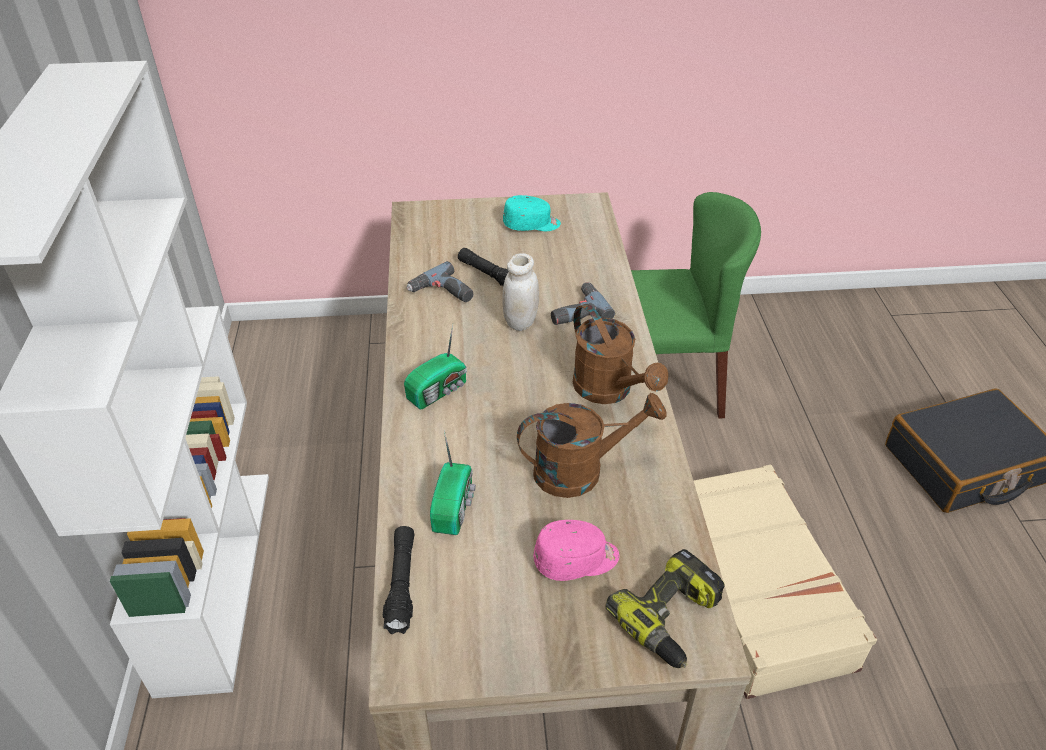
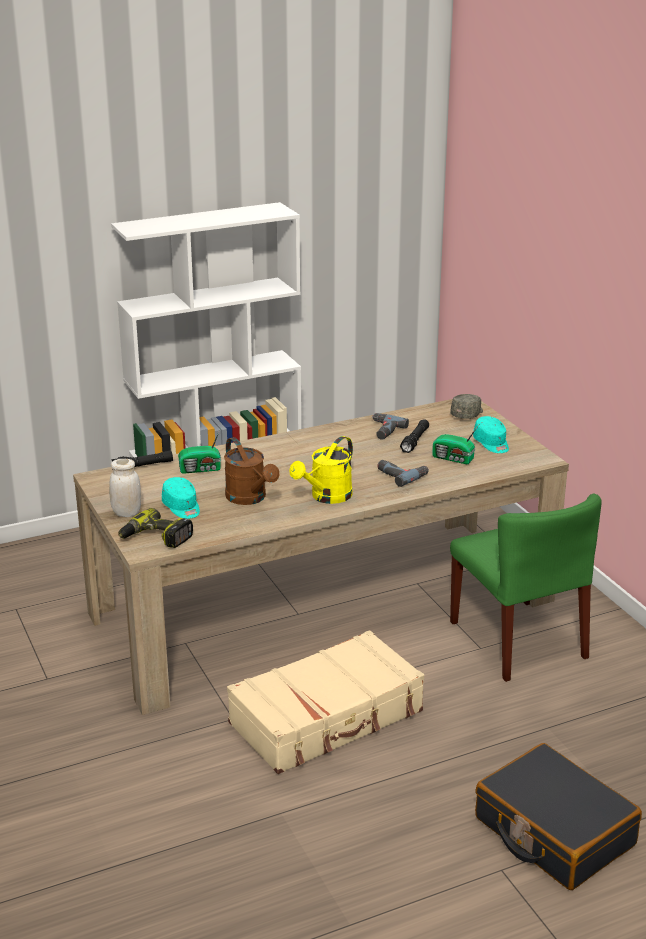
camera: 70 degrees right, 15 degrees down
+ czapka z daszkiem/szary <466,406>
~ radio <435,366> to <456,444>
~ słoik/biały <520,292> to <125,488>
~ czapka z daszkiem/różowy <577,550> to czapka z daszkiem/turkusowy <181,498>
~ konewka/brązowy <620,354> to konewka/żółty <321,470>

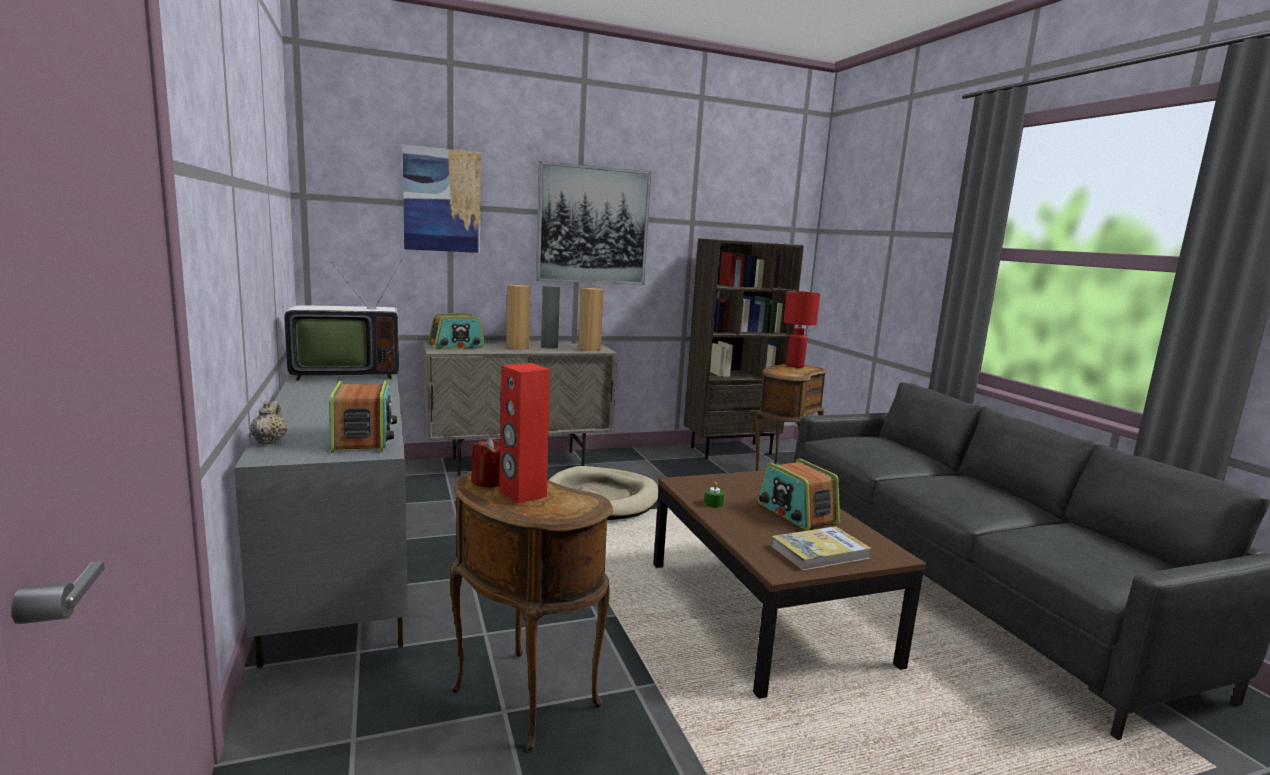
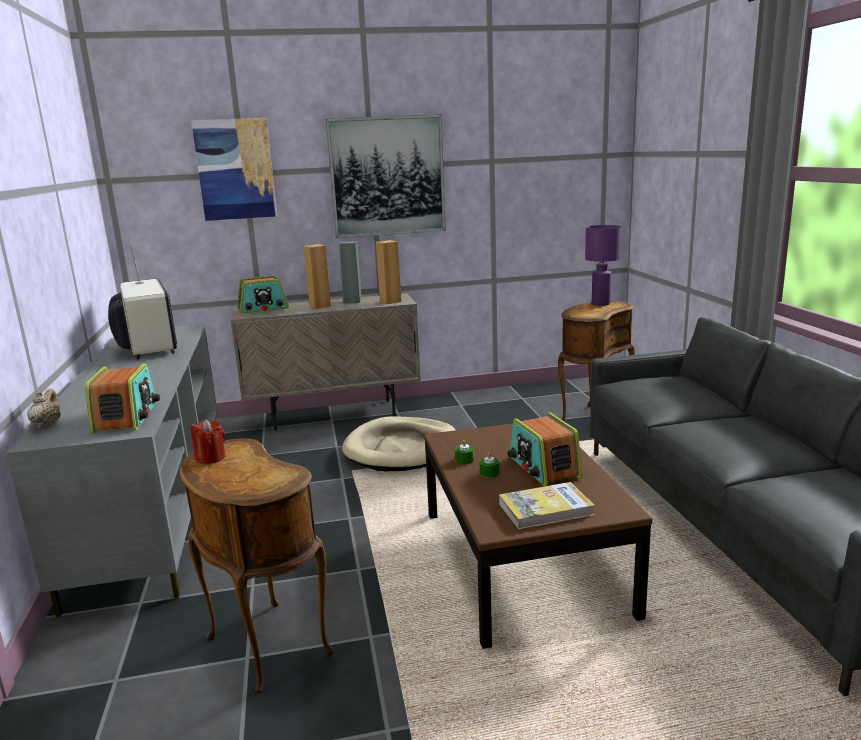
camera: 10 degrees right, 5 degrees up
- głośnik/czerwony <524,433>
- regał/brązowy <744,348>
+ świeca/zielony <490,465>
~ lampa stołowa/czerwony <802,329> to lampa stołowa/fioletowy <603,265>
~ telewizor <343,320> = <142,297> 105 degrees counterclockwise

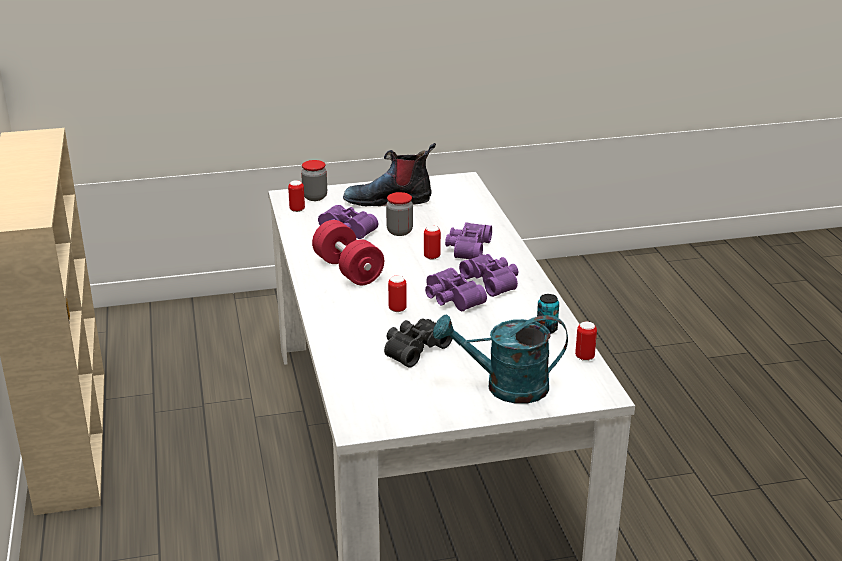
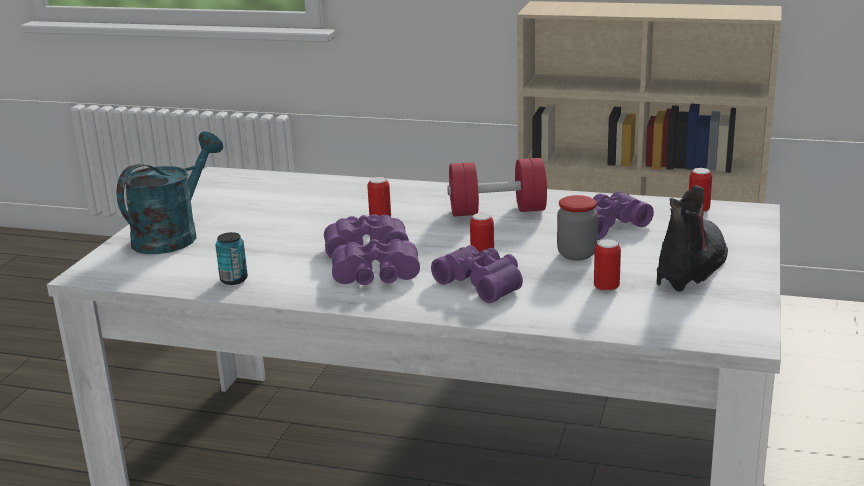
camera: 120 degrees right, 5 degrees down
- słoik <314,180>
- lornetka/czarny <418,343>
~ puszka <586,341> to <607,265>

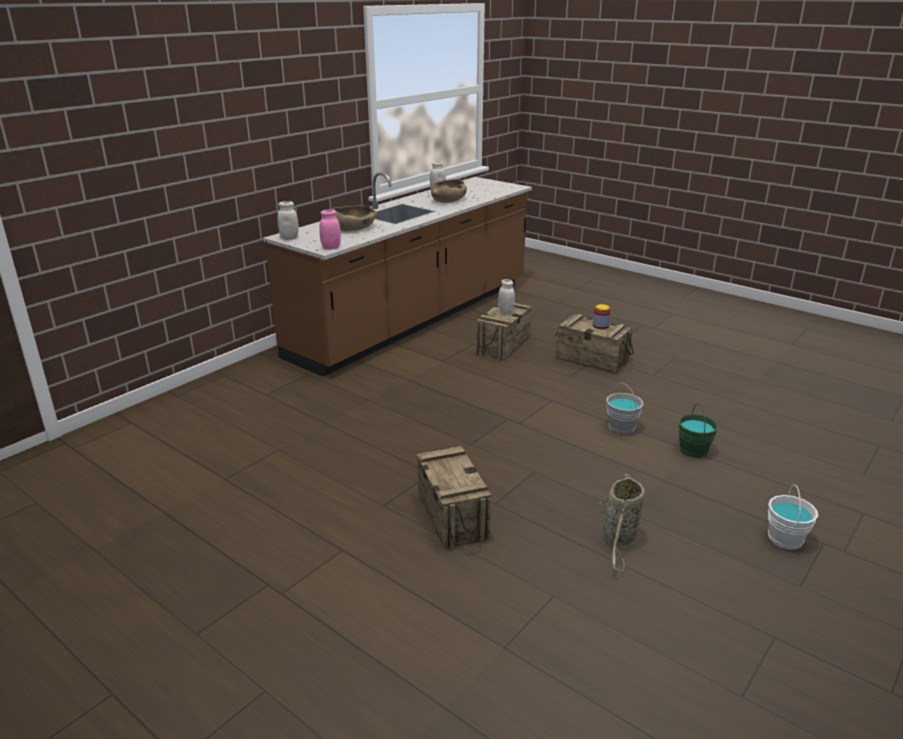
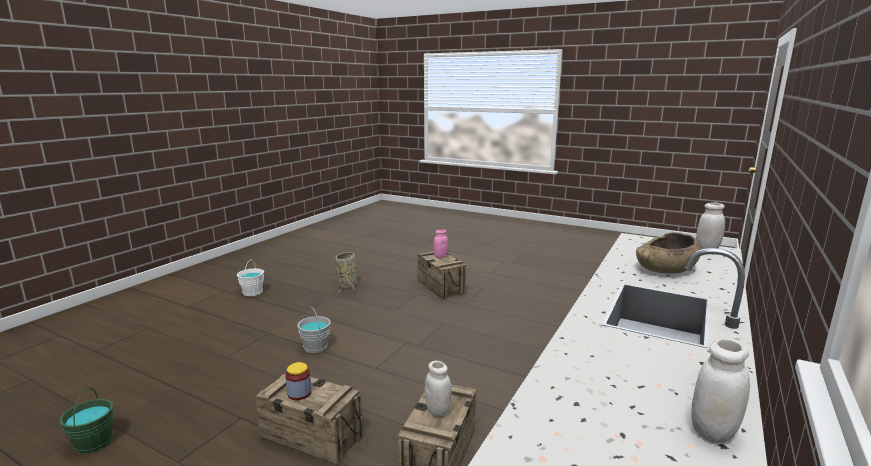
camera: 170 degrees right, 10 degrees down
- miska/brązowy <449,191>
~ słoik/różowy <330,229> to <440,243>
~ wiadro/zielony <698,430> to <86,421>

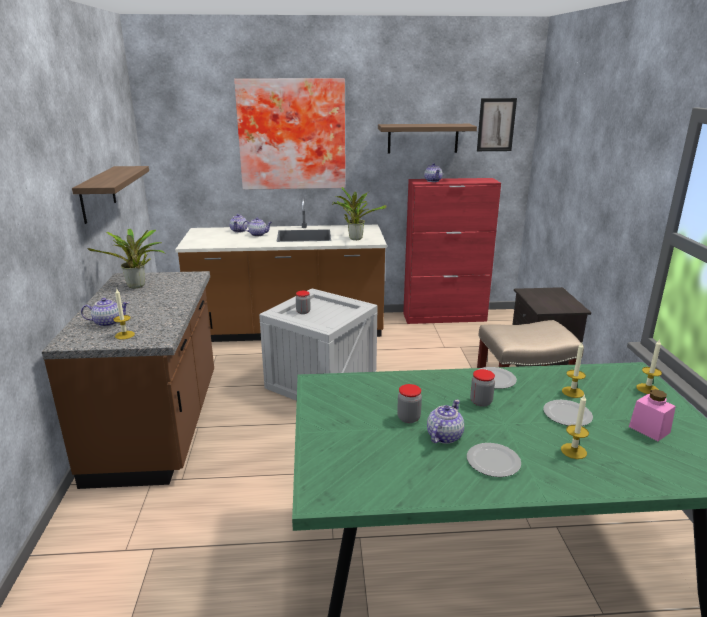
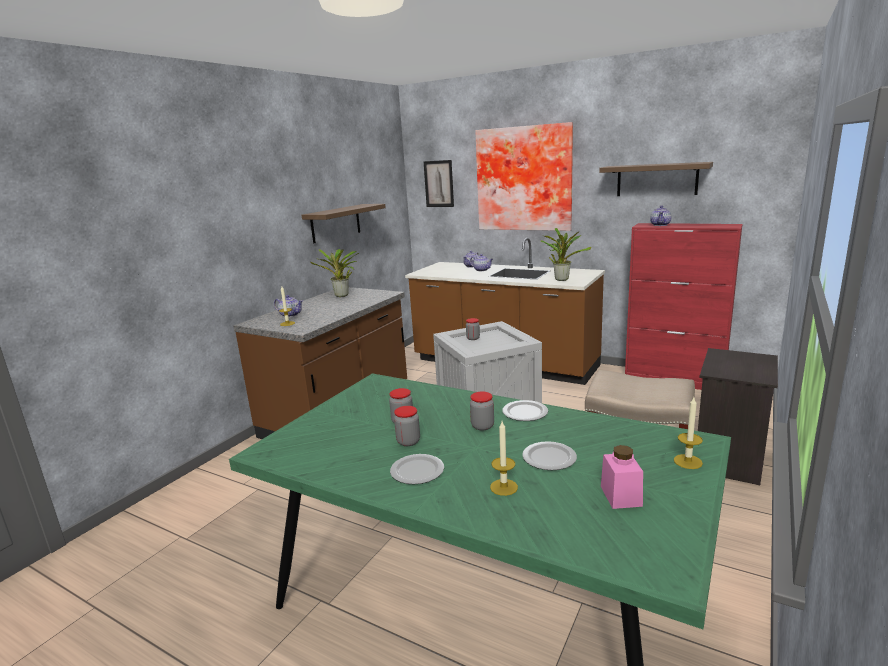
camera: 35 degrees right, 5 degrees down
- świeca <574,370>
~ obraz <497,124> to <438,183>
~ imbryk <445,422> to słoik <407,426>

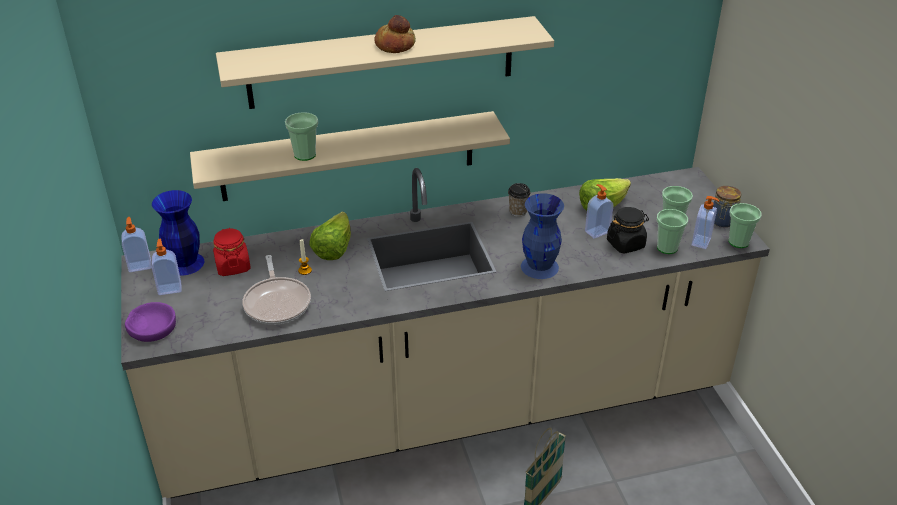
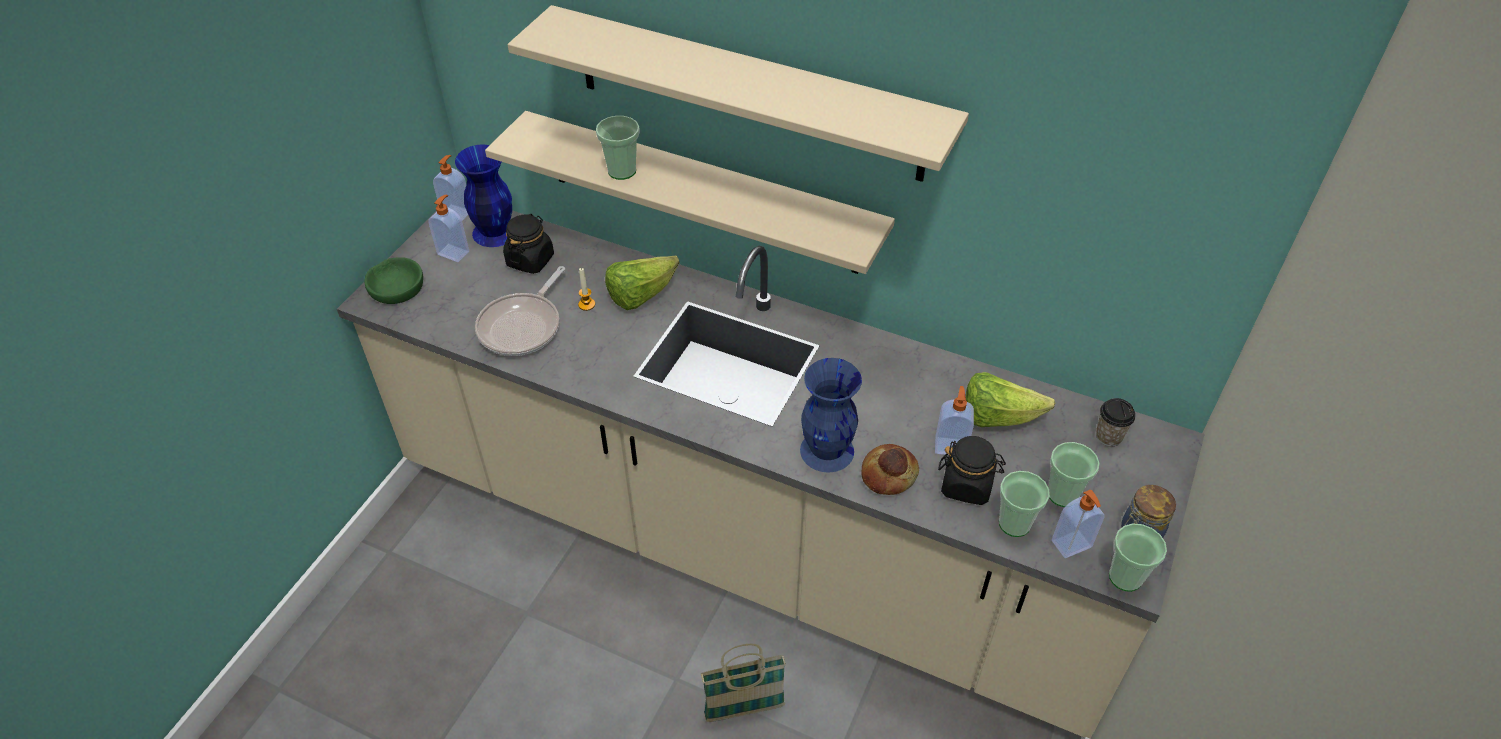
camera: 40 degrees right, 10 degrees up
~ chleb <395,34> to <890,469>
~ filiżanka <519,200> to <1115,422>
~ miska/fioletowy <150,322> to miska/zielony <393,280>
~ słoik/czerwony <232,252> to słoik/czarny <528,244>

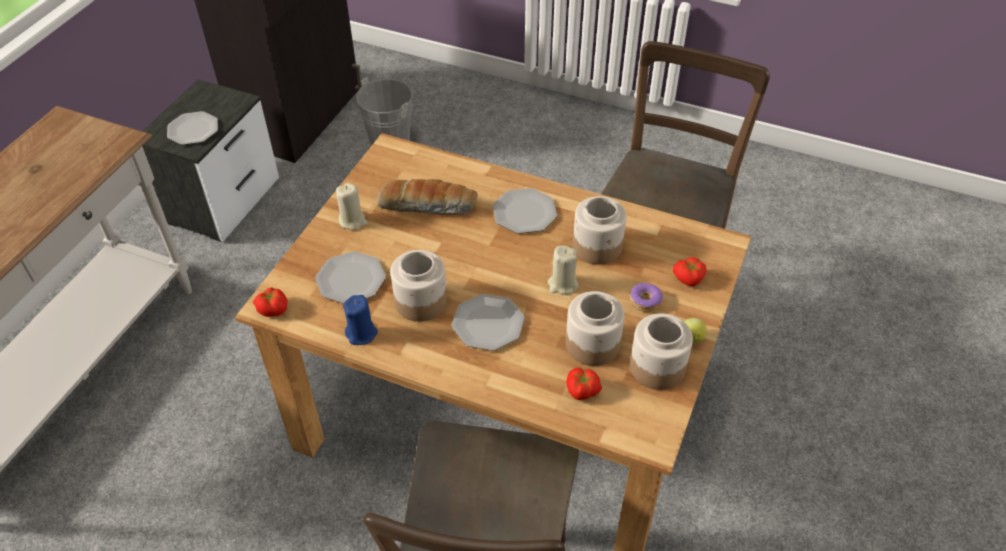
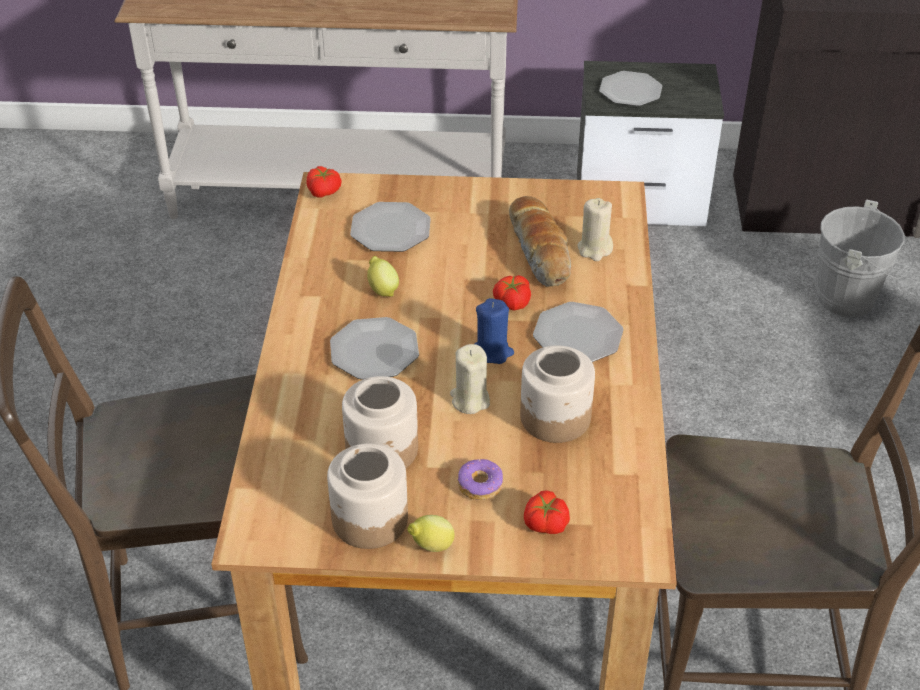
camera: 70 degrees right, 5 degrees down
~ świeca/beżowy <351,206> to <595,229>
~ świeca/niebieski <360,320> to <494,331>
~ pomidor <584,383> to <512,292>
~ słoik <419,286> to cytryna <383,276>

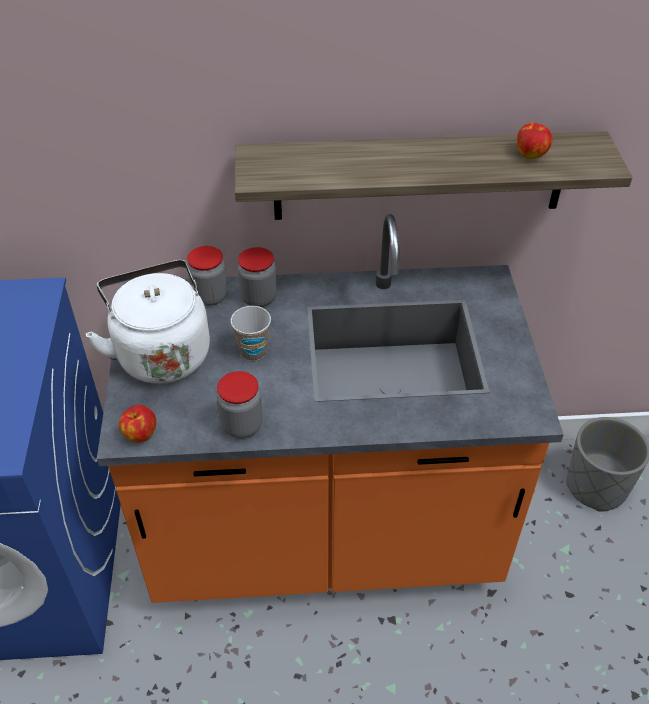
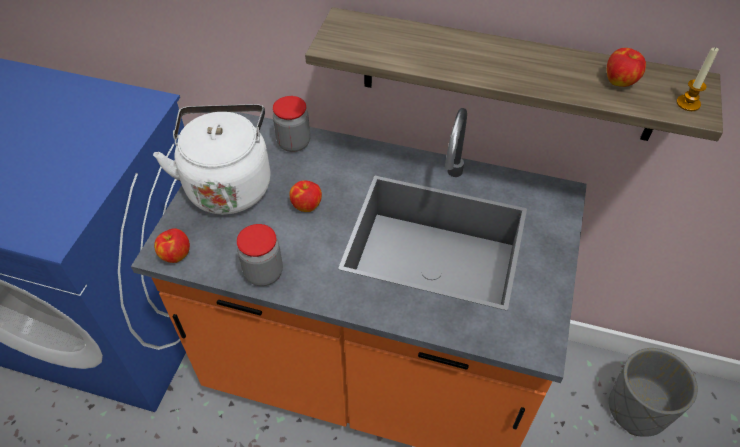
camera: 20 degrees right, 5 degrees up
- słoik <257,277>
+ świeca <697,79>
~ filiżanka <251,333> to jabłko <305,196>

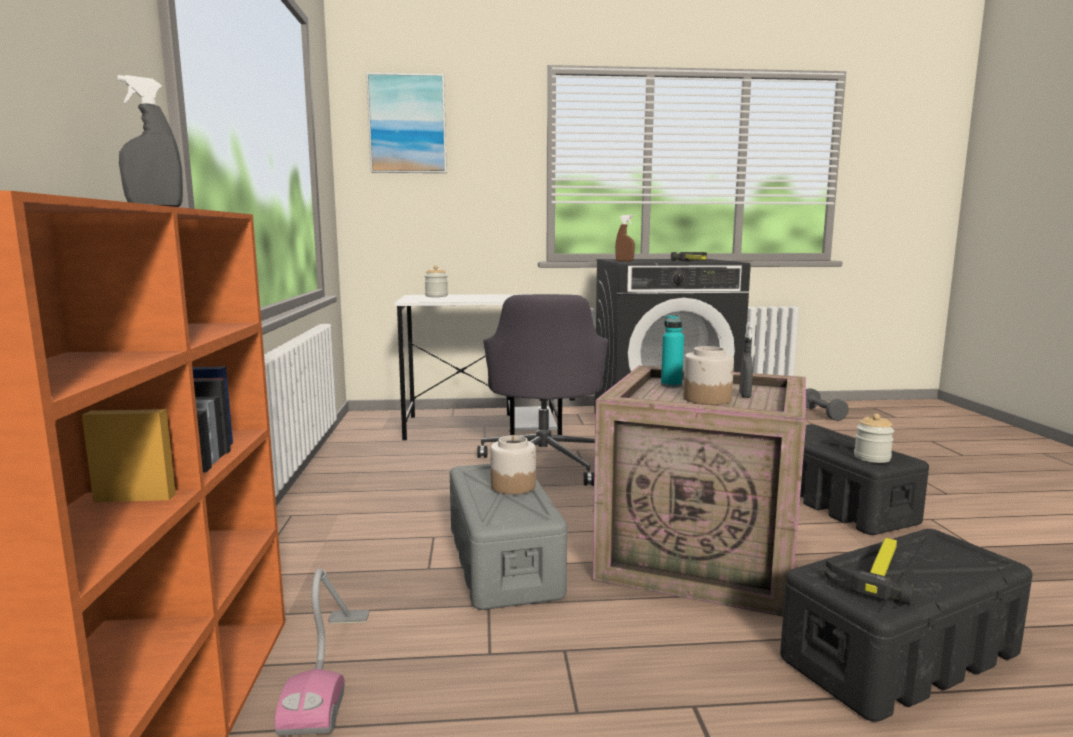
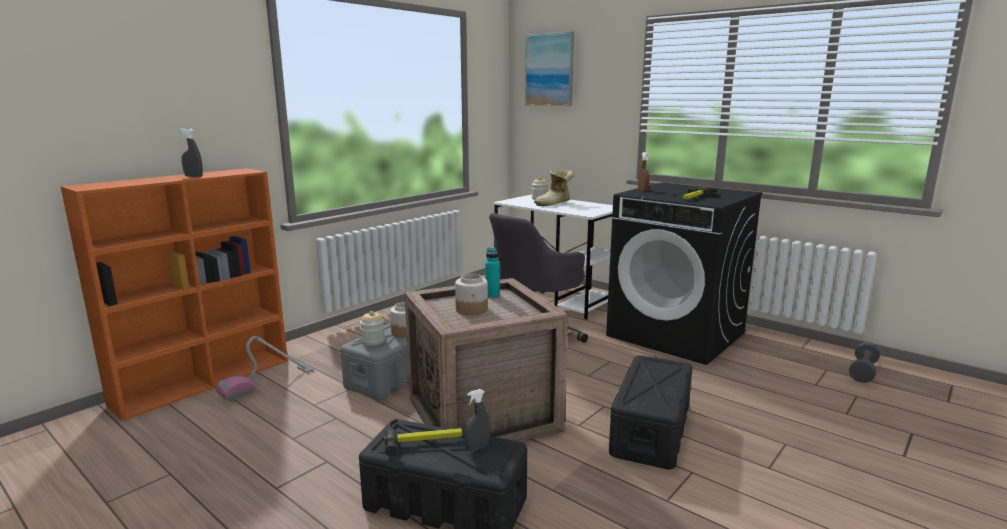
camera: 45 degrees right, 5 degrees up
+ but z cholewką <554,188>
~ spryskiwacz/szary <746,360> to <477,420>
~ słoik <874,438> to <372,328>

